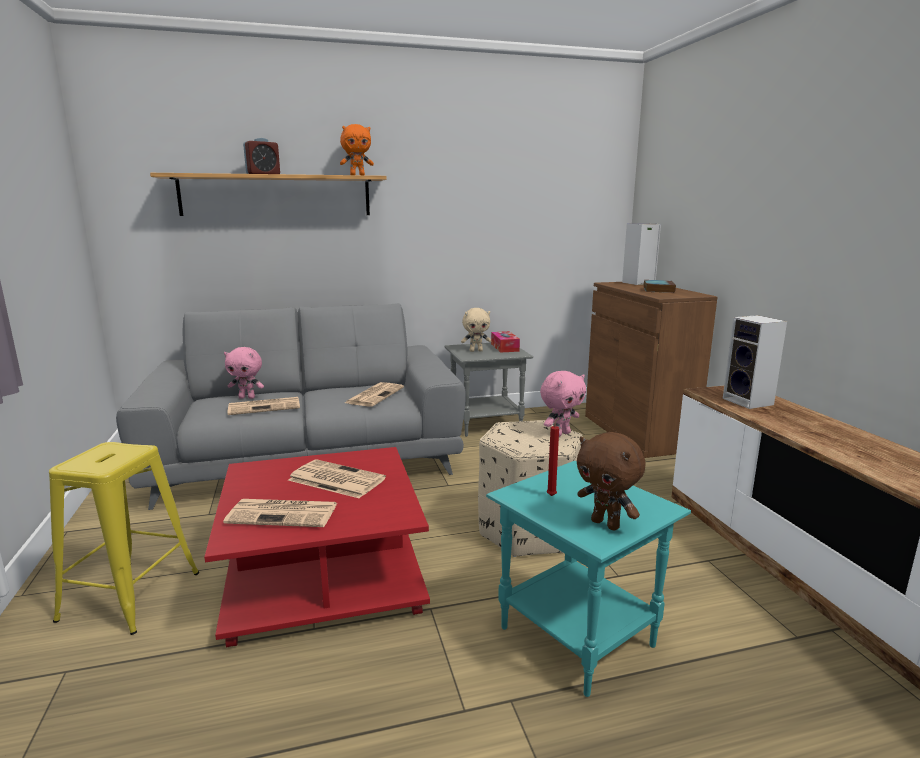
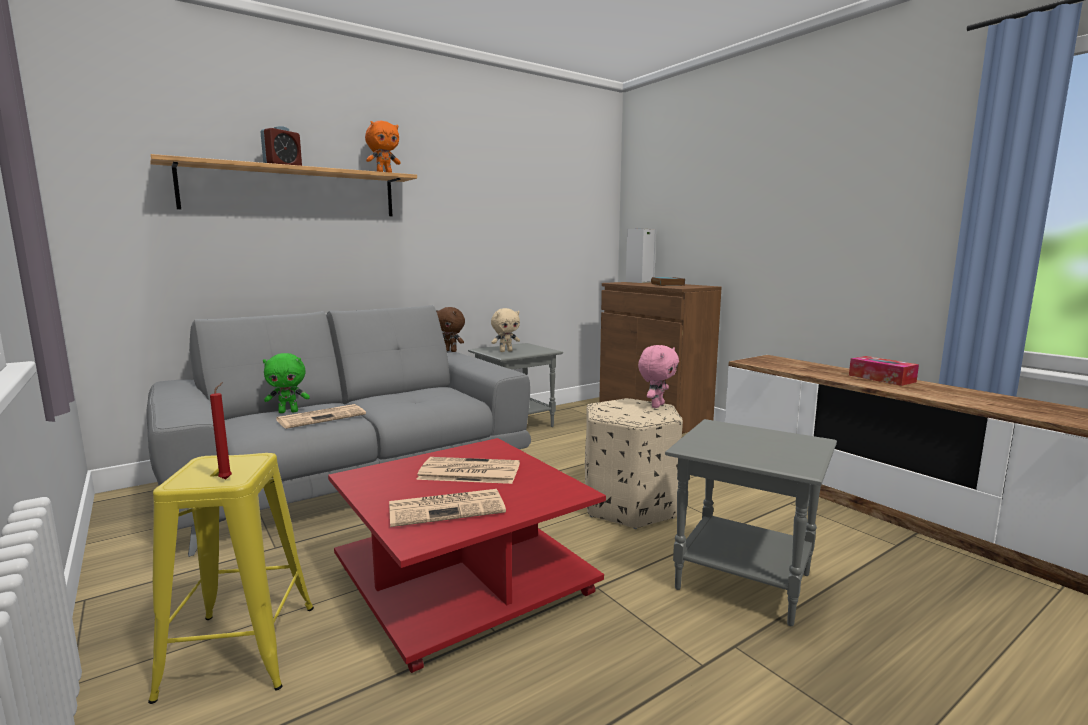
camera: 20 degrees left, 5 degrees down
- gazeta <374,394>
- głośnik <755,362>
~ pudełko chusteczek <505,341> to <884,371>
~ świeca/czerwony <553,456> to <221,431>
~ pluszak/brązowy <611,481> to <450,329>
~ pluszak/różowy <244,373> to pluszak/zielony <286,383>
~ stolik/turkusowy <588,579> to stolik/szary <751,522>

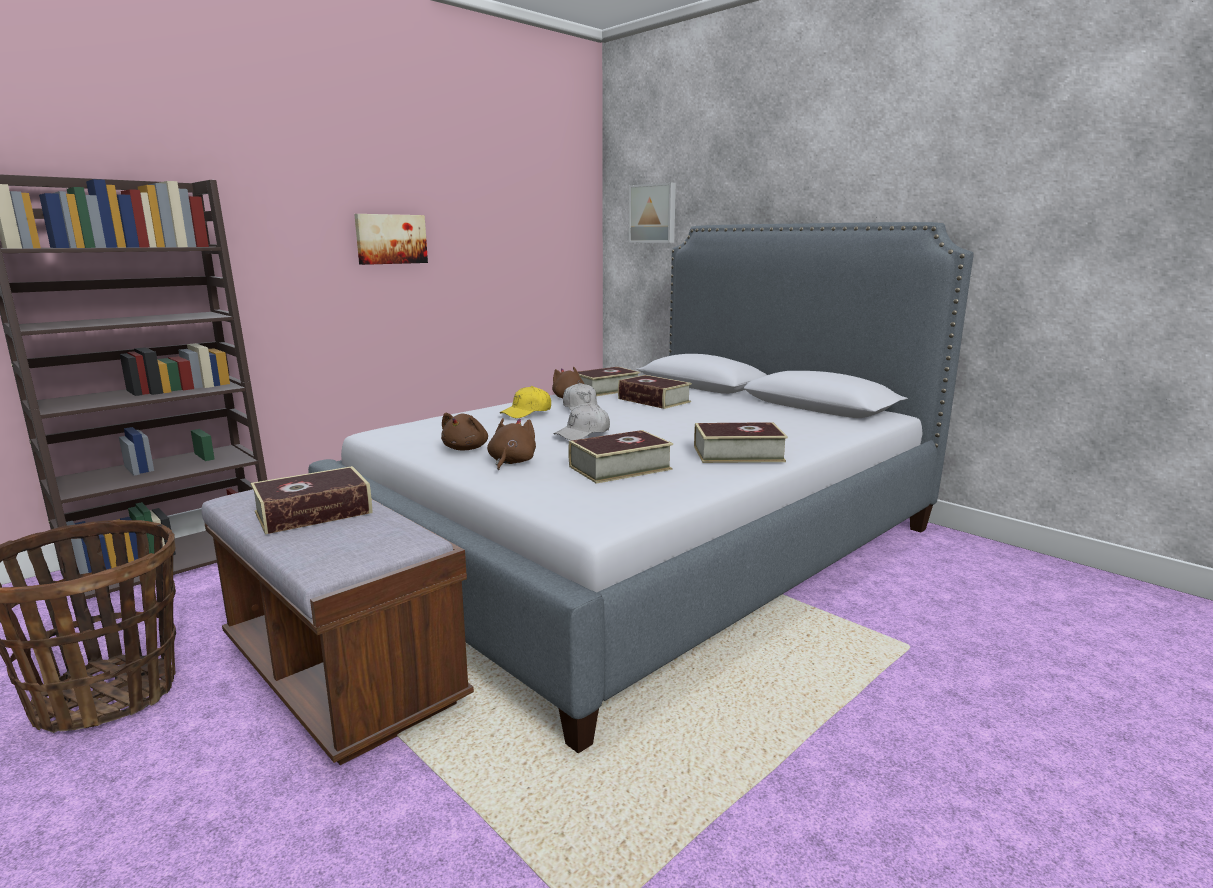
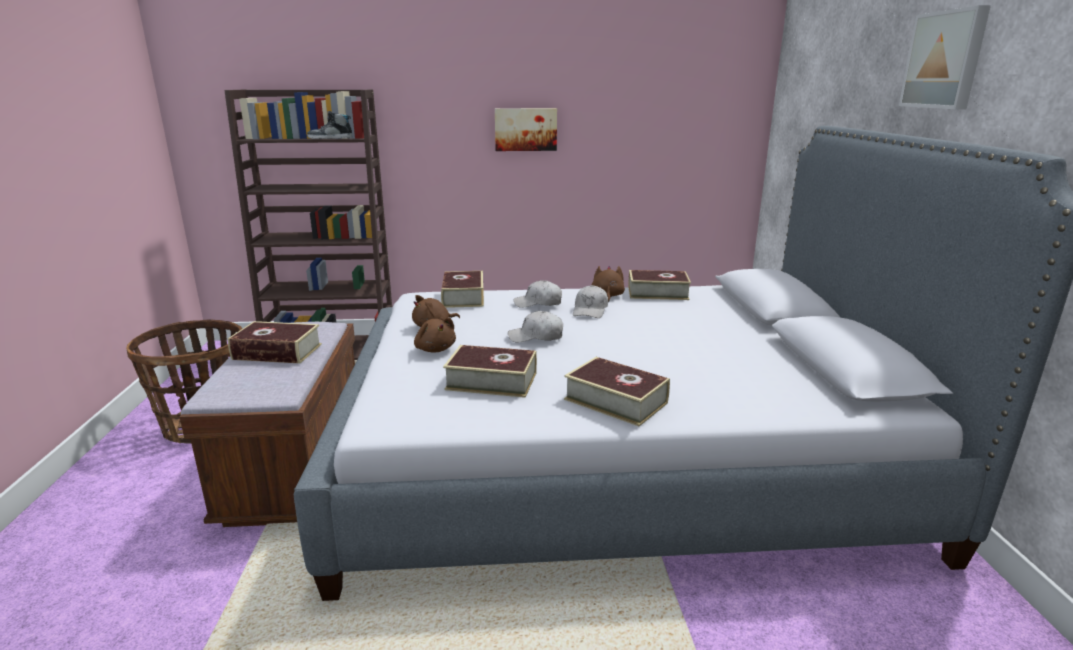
camera: 40 degrees right, 5 degrees up
+ but <330,125>
~ książka <655,392> to <462,289>
~ obraz <652,213> to <945,57>
~ czapka z daszkiem/żółty <525,402> to czapka z daszkiem/biały <537,294>
~ pluszak/brązowy <511,444> = <435,335> 90 degrees clockwise

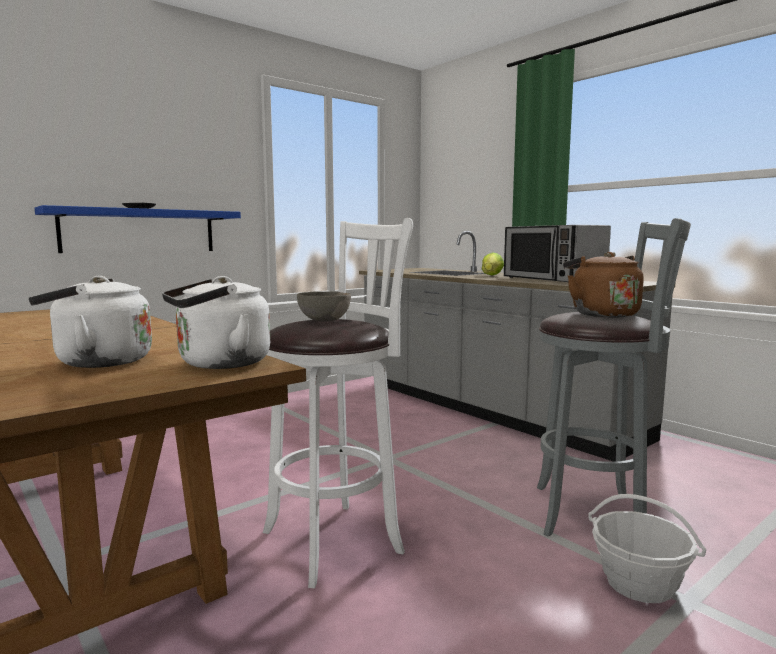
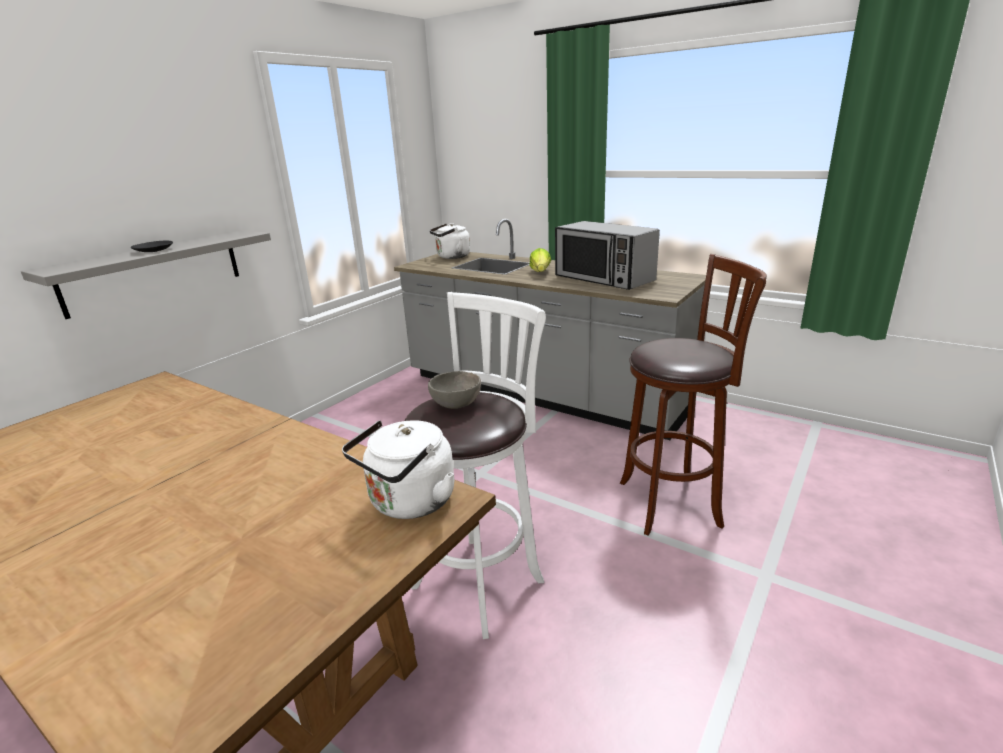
camera: 15 degrees left, 15 degrees up
- czajnik/brązowy <603,285>
- koszyk <647,548>
~ czajnik/biały <90,322> to <449,241>
~ półka/niebieski <138,229> to półka/szary <146,274>
~ stołek/szary <614,377> to stołek/brązowy <693,394>

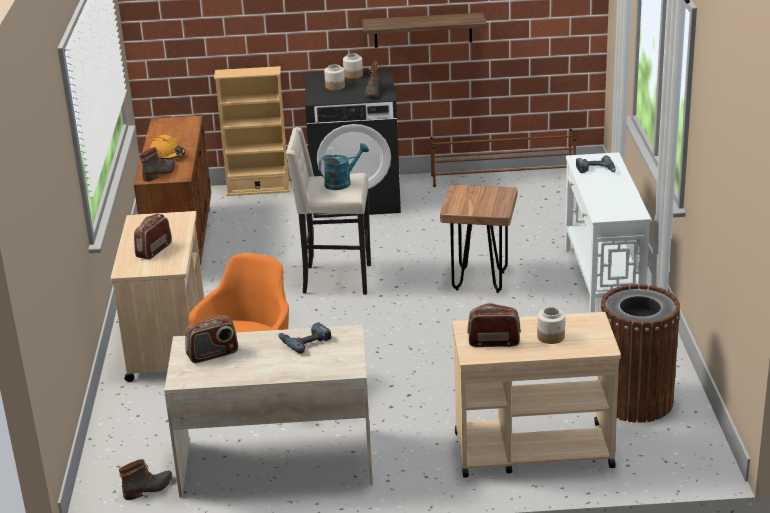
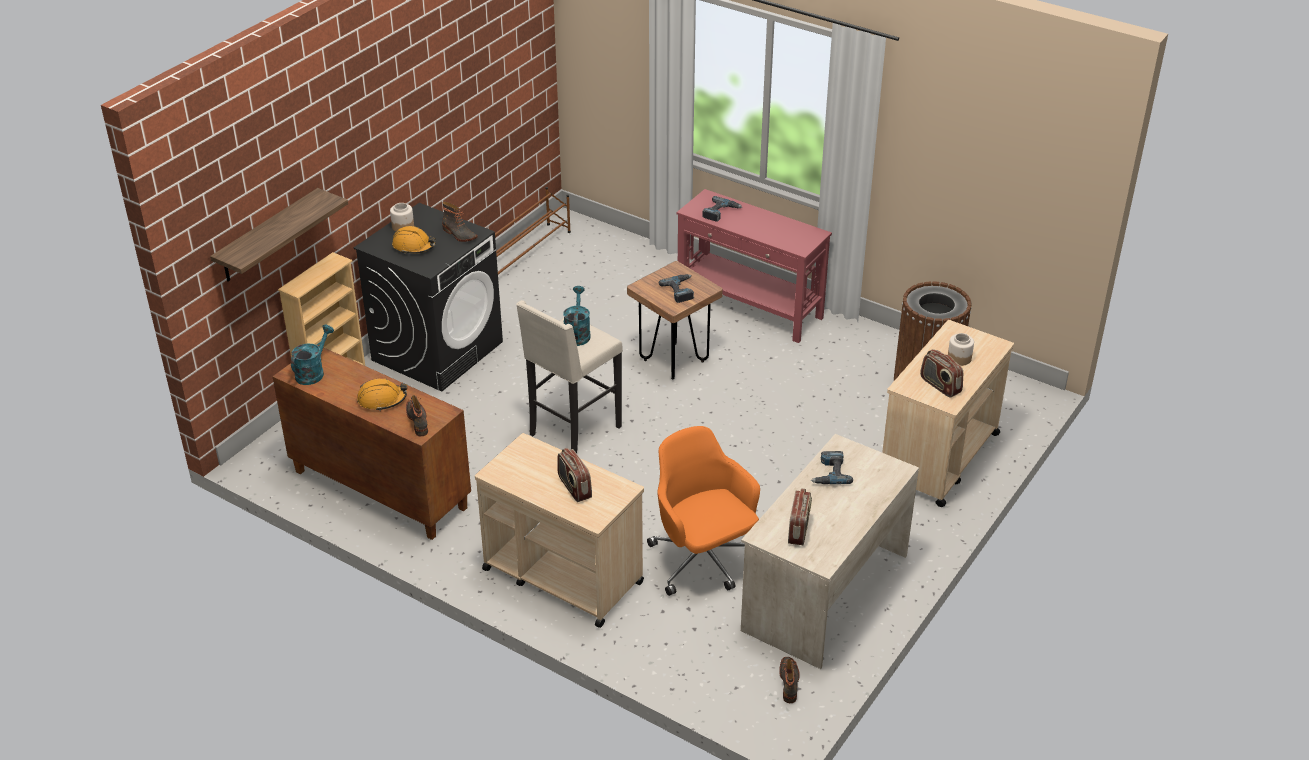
camera: 55 degrees left, 10 degrees up
+ konewka/turkusowy <312,355>
+ wiertarka <676,288>
~ półka <424,30> to <279,234>
~ słoik <334,77> to kask/pomarańczowy <414,240>
~ stolik konsolowy/biały <608,232> to stolik konsolowy/czerwony <754,266>
~ radio <494,325> = <941,373> 75 degrees counterclockwise

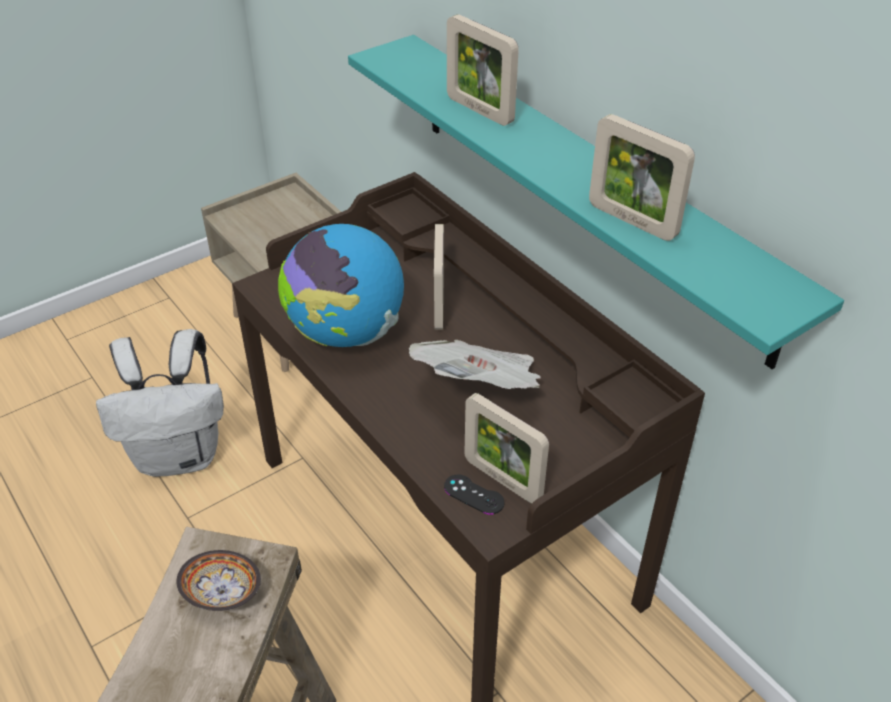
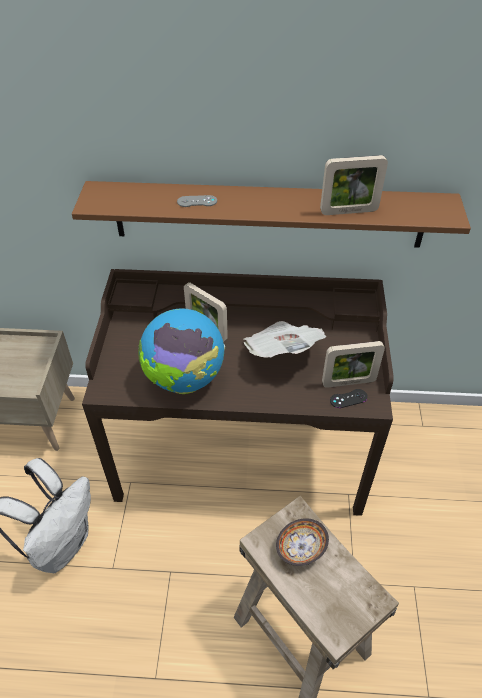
camera: 50 degrees left, 5 degrees up
~ ramka na zdjęcie <483,70> to pad do gier/szary <197,201>
~ półka/turkusowy <596,202> to półka/brązowy <271,214>

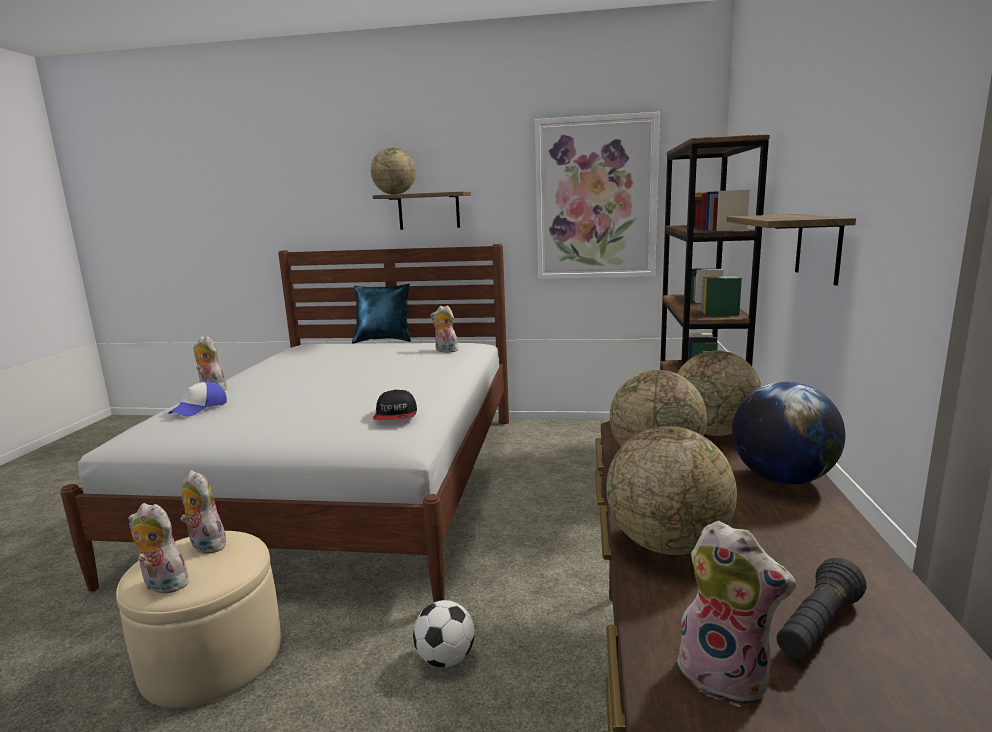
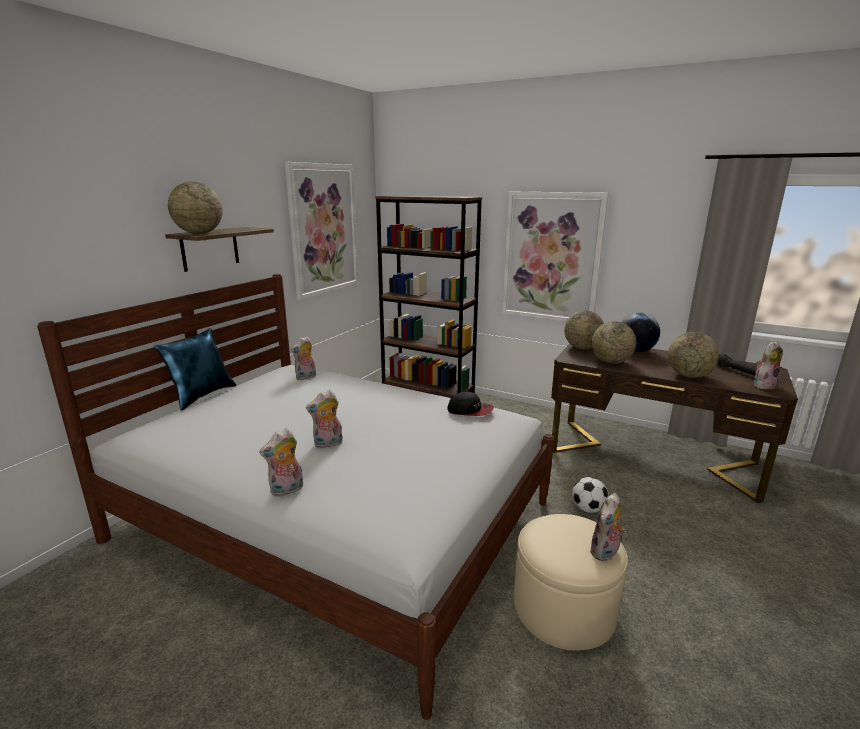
camera: 70 degrees left, 5 degrees up
- czapka z daszkiem <197,398>
~ pluszak <203,512> to <324,419>
~ półka <791,250> to obraz <555,257>

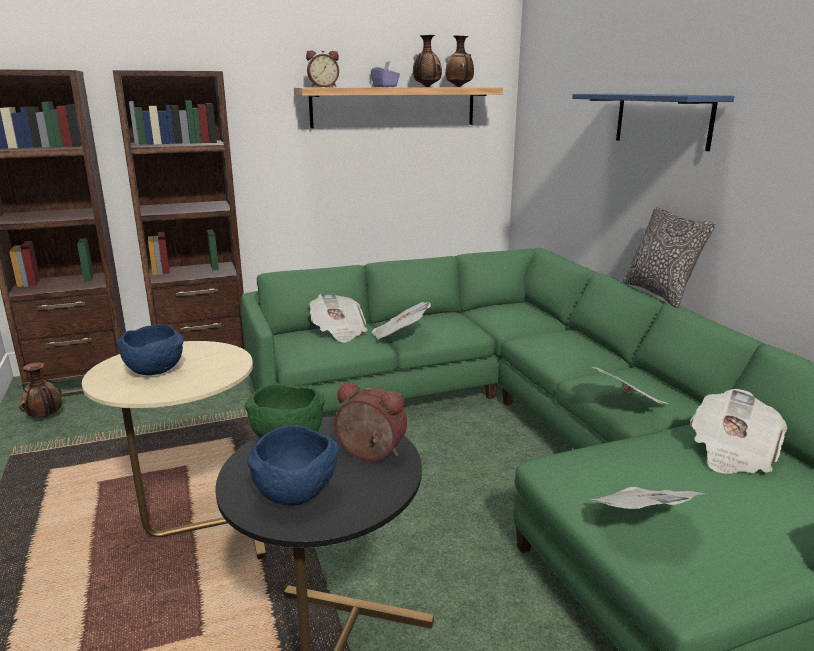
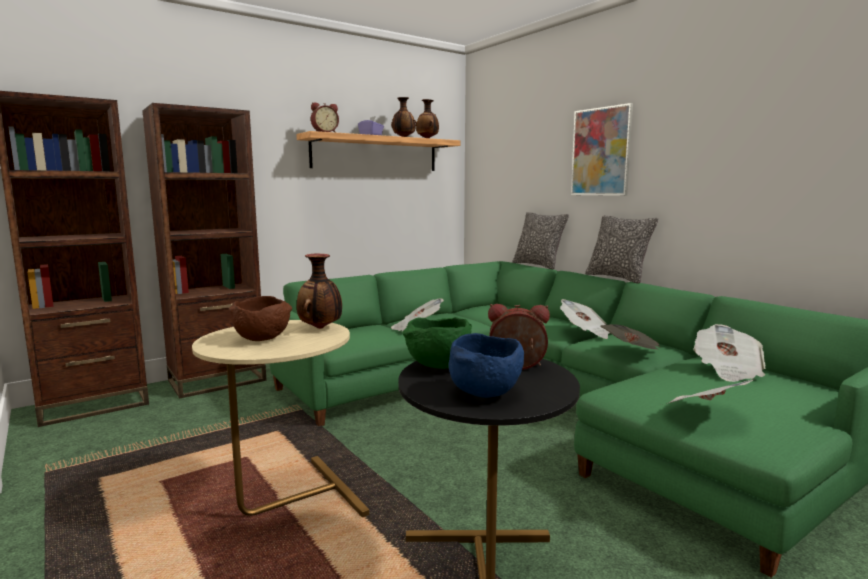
camera: 15 degrees left, 10 degrees down
+ poduszka <540,241>
~ wazon <40,390> to <319,291>
~ gazeta <338,318> to <584,319>
~ półka/niebieski <653,122> to obraz <602,149>
~ miska/niebieski <150,349> to miska/brązowy <260,318>

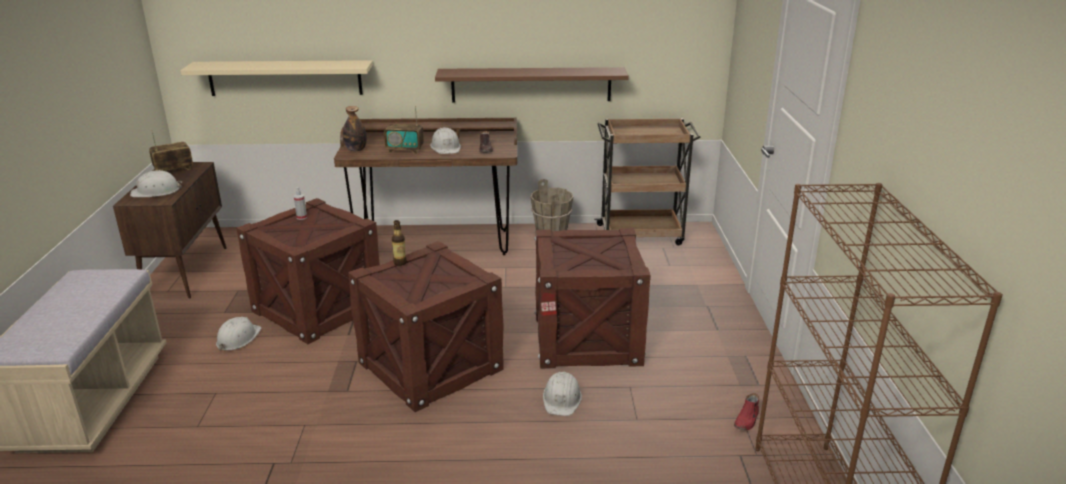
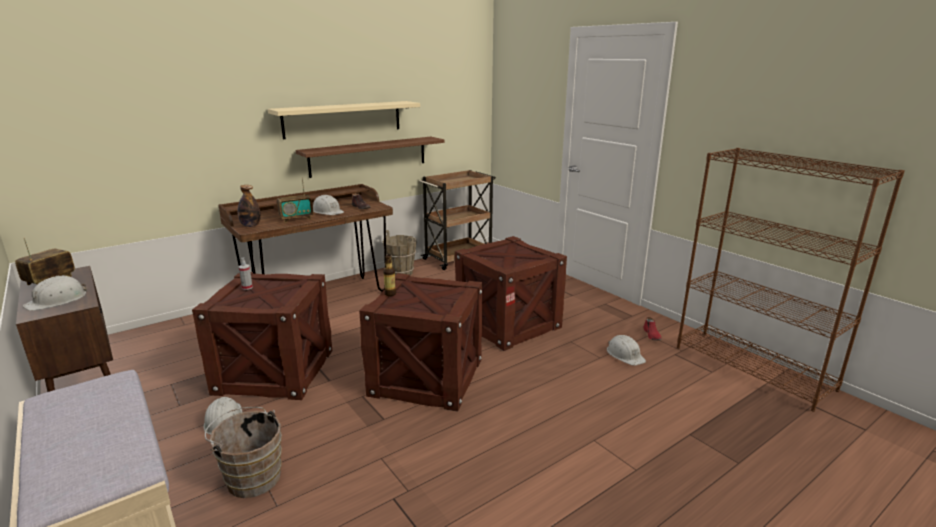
camera: 35 degrees left, 5 degrees down
+ wiadro/brązowy <243,452>
~ półka/beżowy <276,78> to <344,120>
~ kask/biały <562,394> to <626,350>

